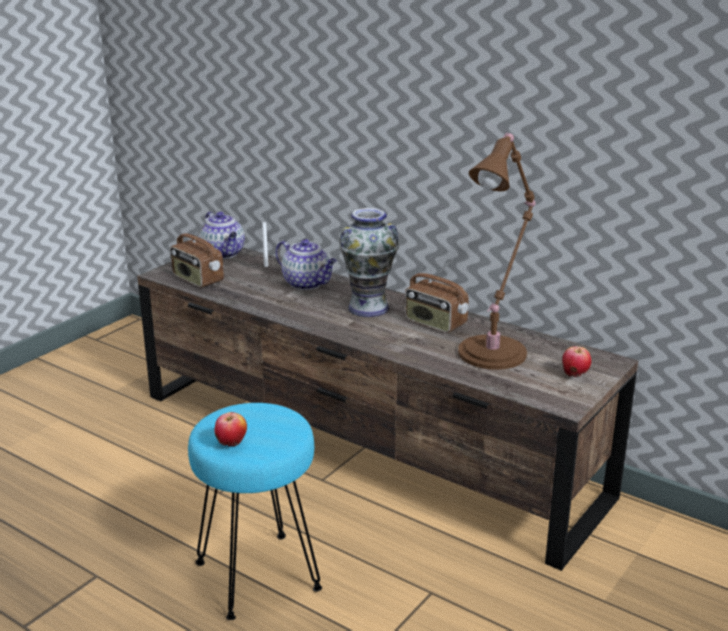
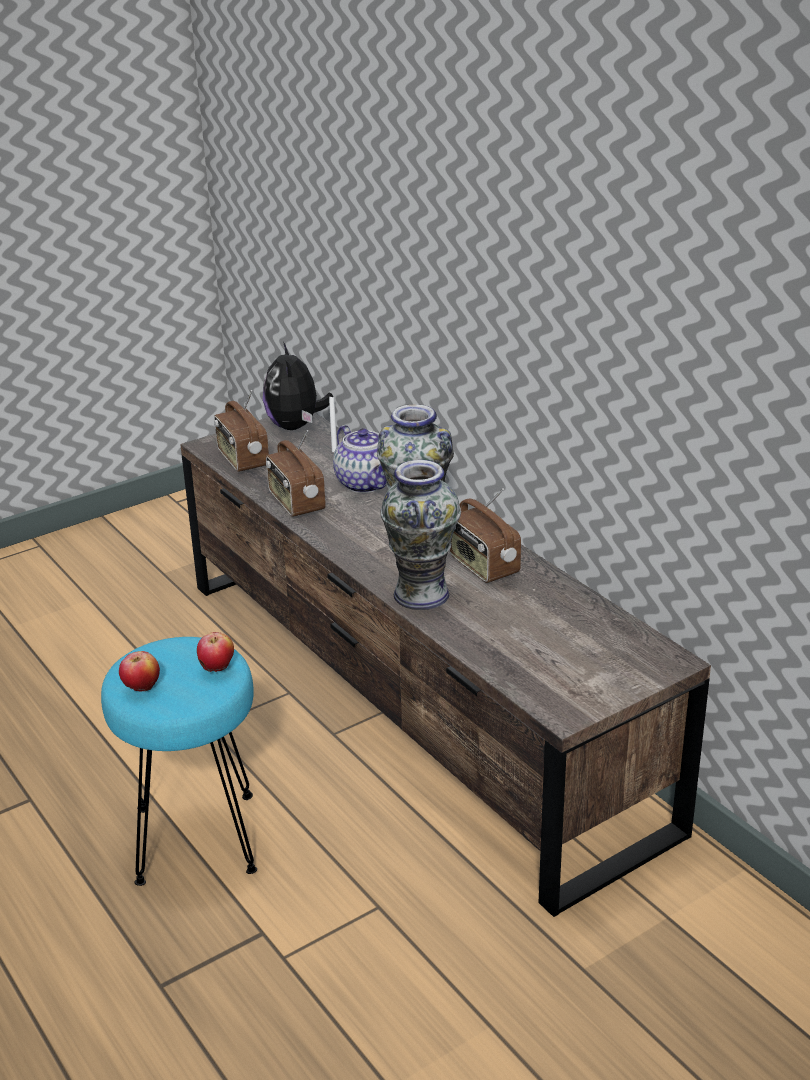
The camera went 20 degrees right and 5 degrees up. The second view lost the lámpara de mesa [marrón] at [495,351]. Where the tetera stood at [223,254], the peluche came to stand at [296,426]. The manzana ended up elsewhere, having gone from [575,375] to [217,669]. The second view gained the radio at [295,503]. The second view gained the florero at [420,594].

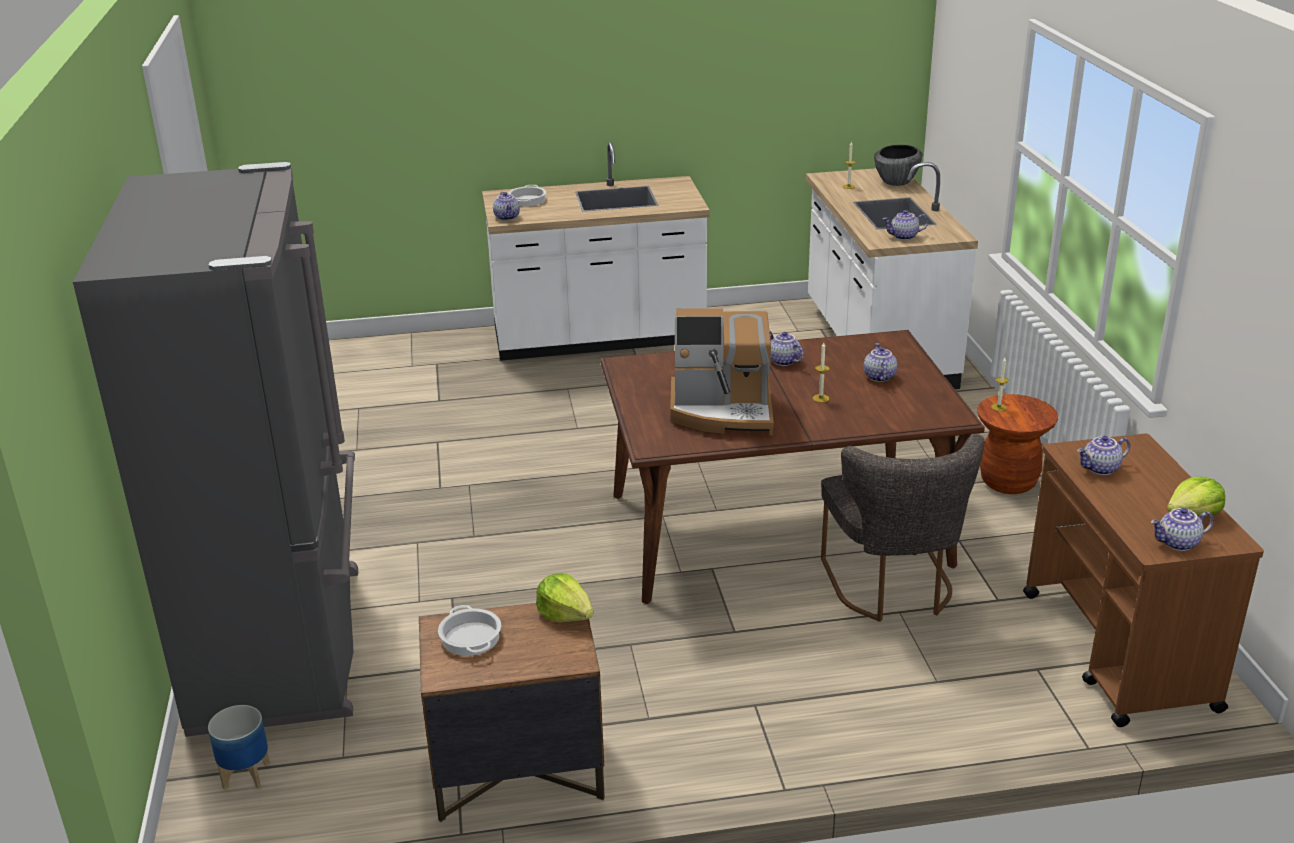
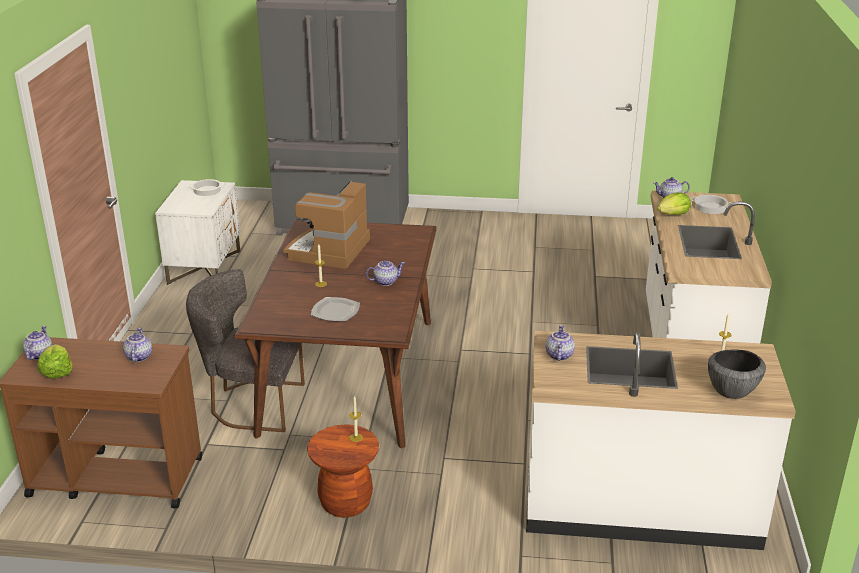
The camera went 105 degrees right and 0 degrees up. Where the tetera stood at [878,376], the plato came to stand at [335,311]. The lechuga ended up elsewhere, having gone from [565,614] to [673,214]. What was the mesita de noche [marrón] at [516,772] turned into the mesita de noche [blanco] at [204,268]. The second view lost the maceta at [246,775].

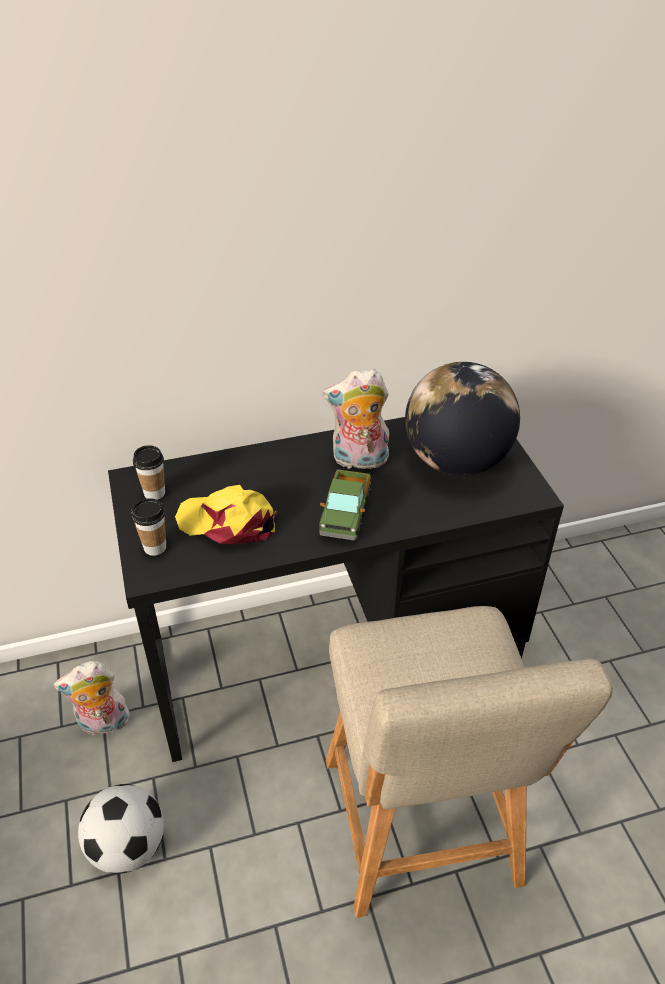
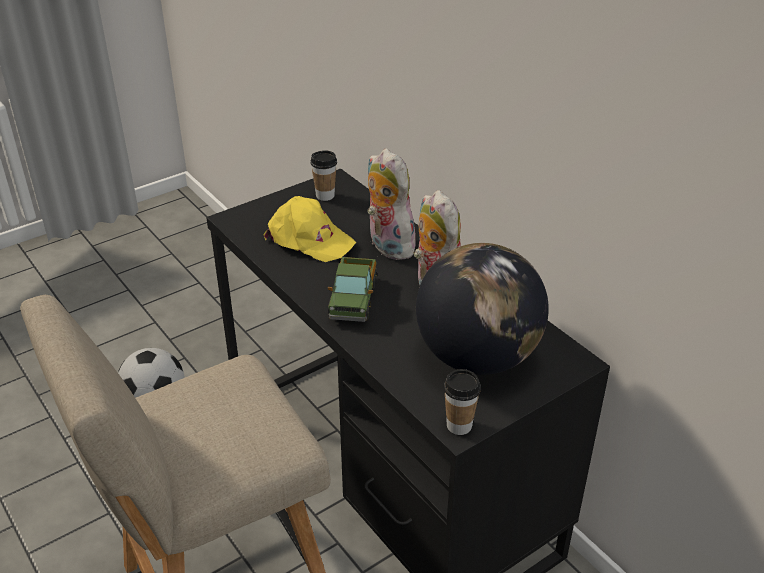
The camera went 70 degrees right and 5 degrees down. The camión de juguete at [345,514] ended up facing another way, 75 degrees counterclockwise from before. The gorra [amarillo] at [228,522] ended up facing another way, 120 degrees clockwise from before. The taza ended up elsewhere, having gone from [155,547] to [459,425]. The peluche ended up elsewhere, having gone from [103,724] to [387,246].

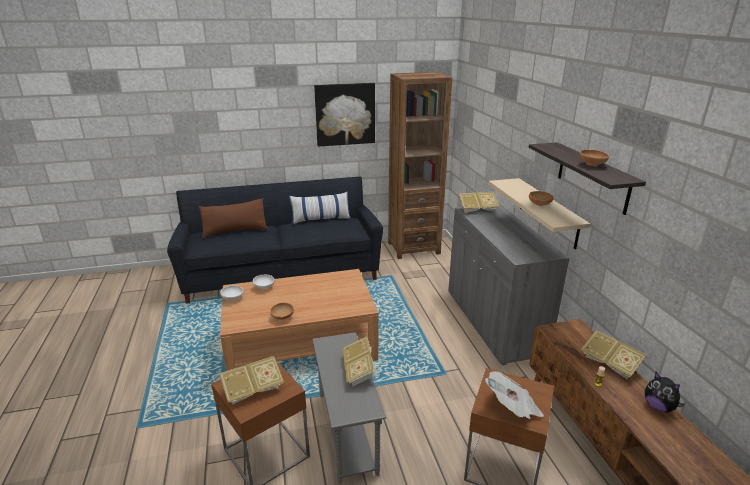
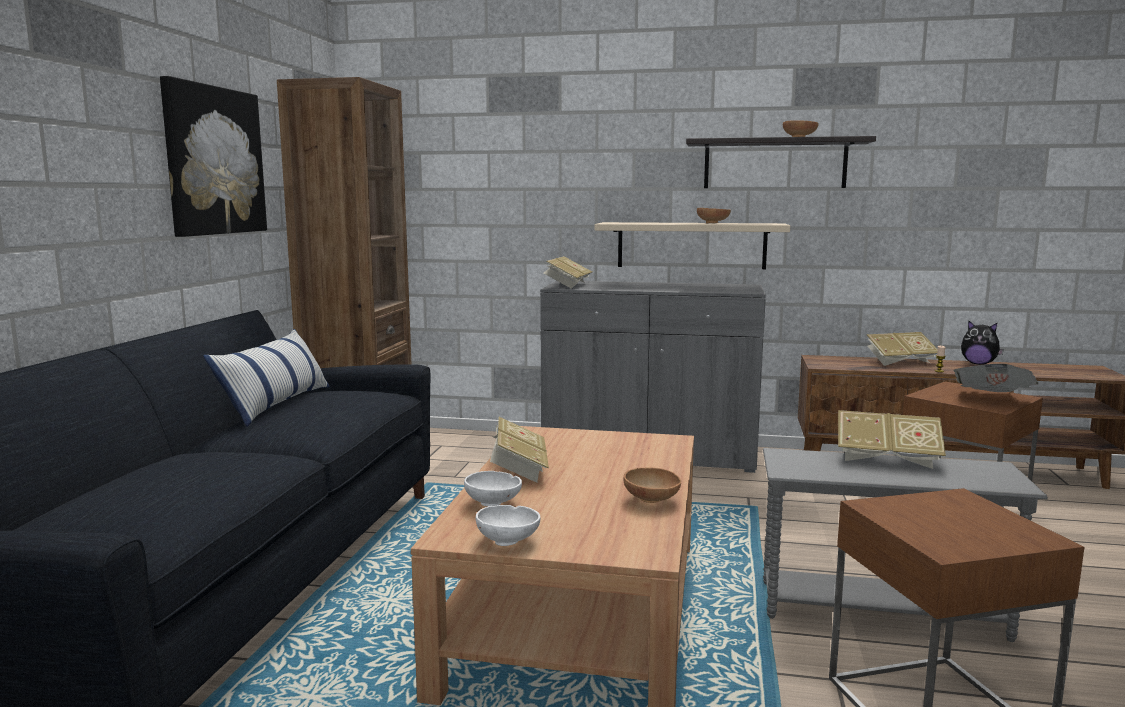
The camera went 65 degrees left and 15 degrees down. The second view lost the cojín [marrón] at [235,231]. The libro ended up elsewhere, having gone from [253,390] to [519,469]. The peluche at [659,407] ended up facing another way, 45 degrees clockwise from before.

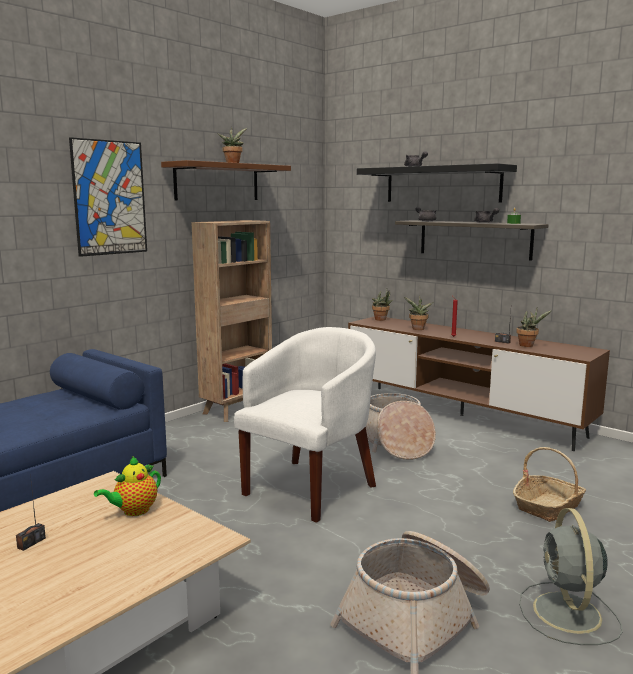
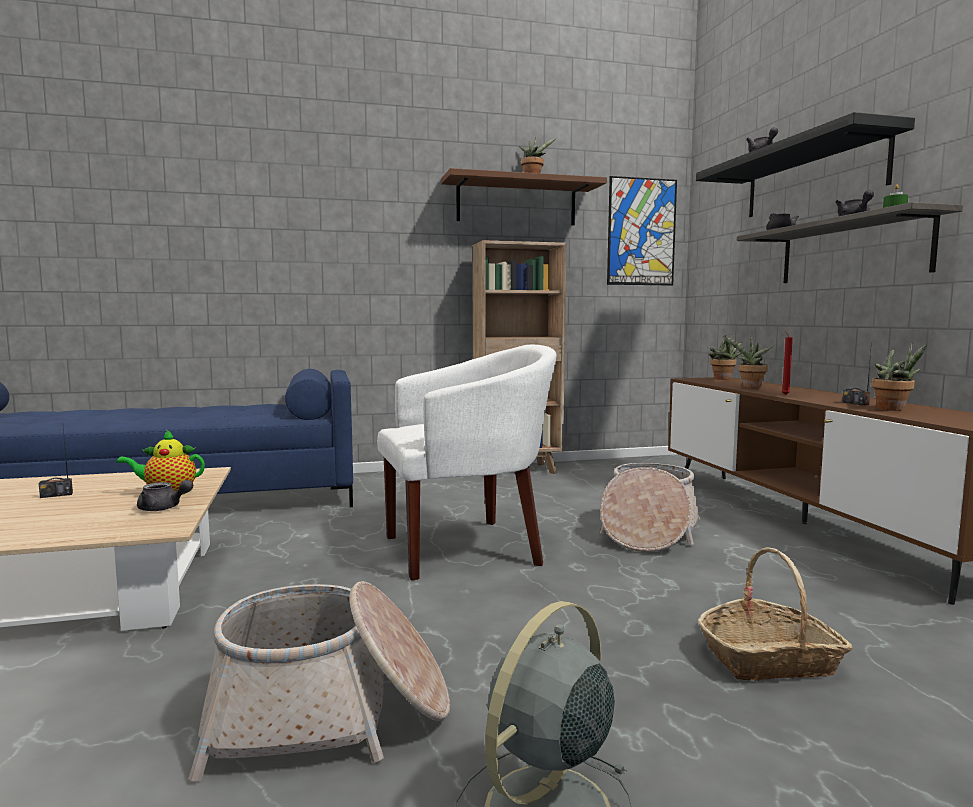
The camera went 35 degrees right and 5 degrees down. The cuadro ended up elsewhere, having gone from [110,198] to [641,232]. The second view gained the tetera [gris] at [163,508].

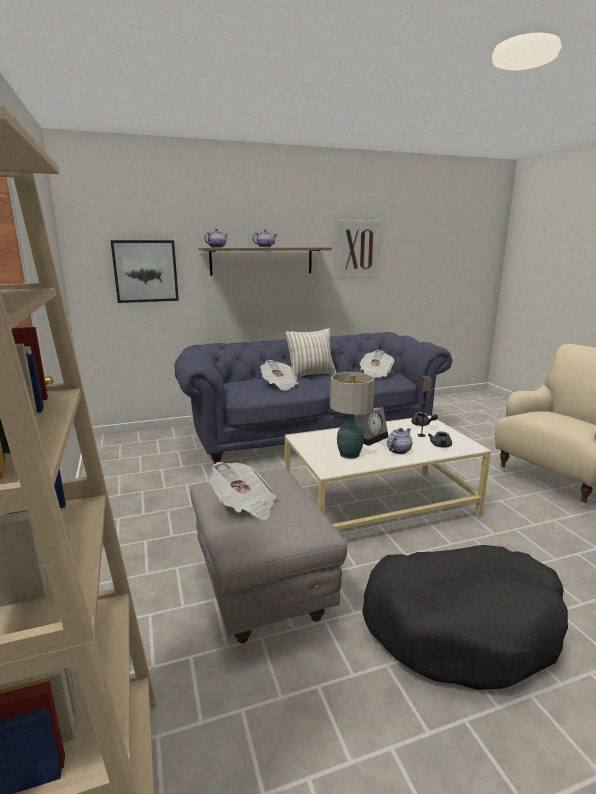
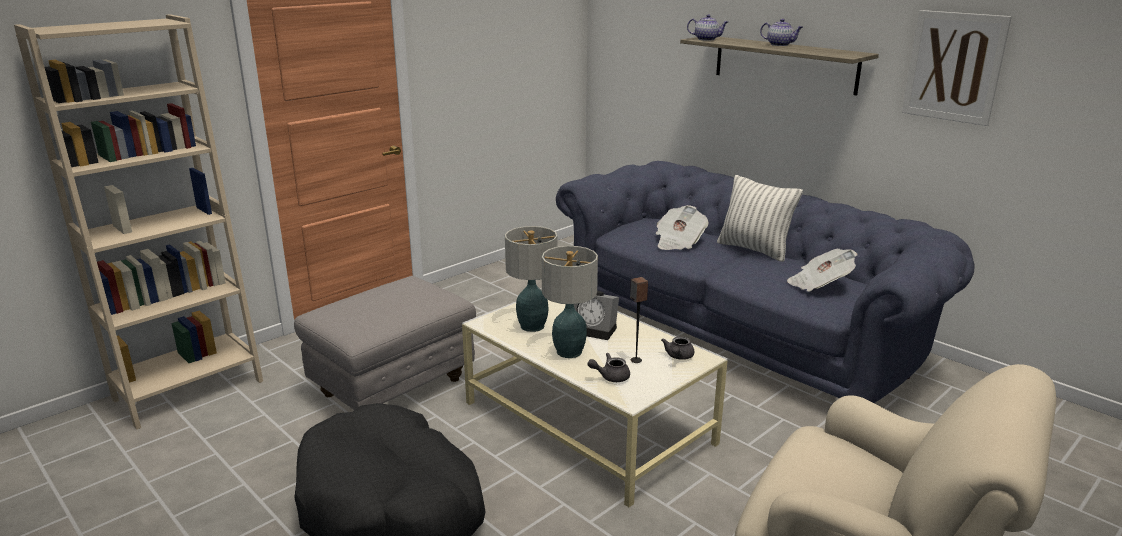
The camera went 65 degrees right and 5 degrees up. The second view lost the cuadro at [145,271]. Where the tetera stood at [399,450], the lámpara de mesa came to stand at [570,351]. The second view lost the periódico at [244,505].

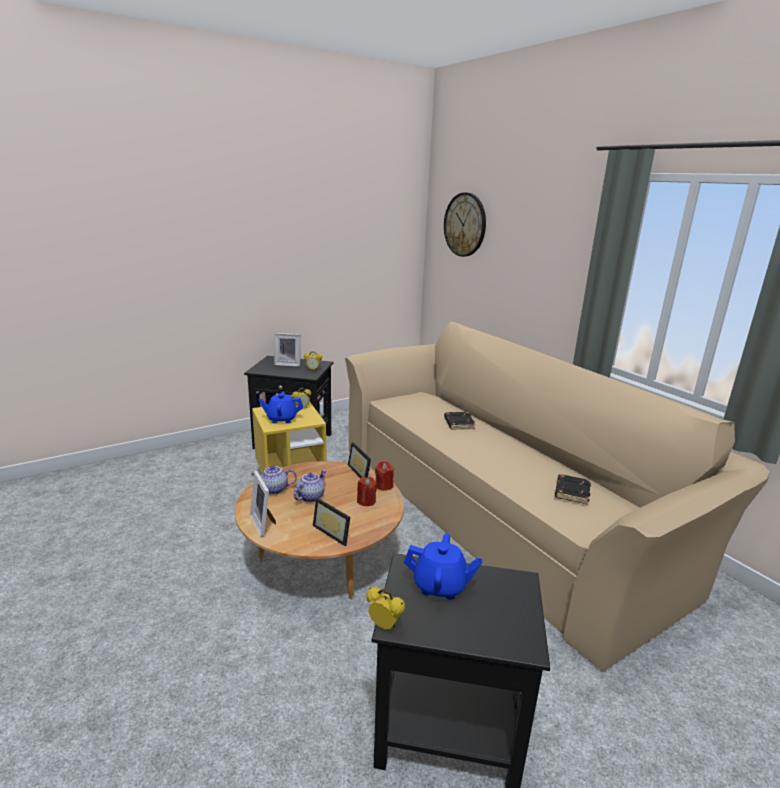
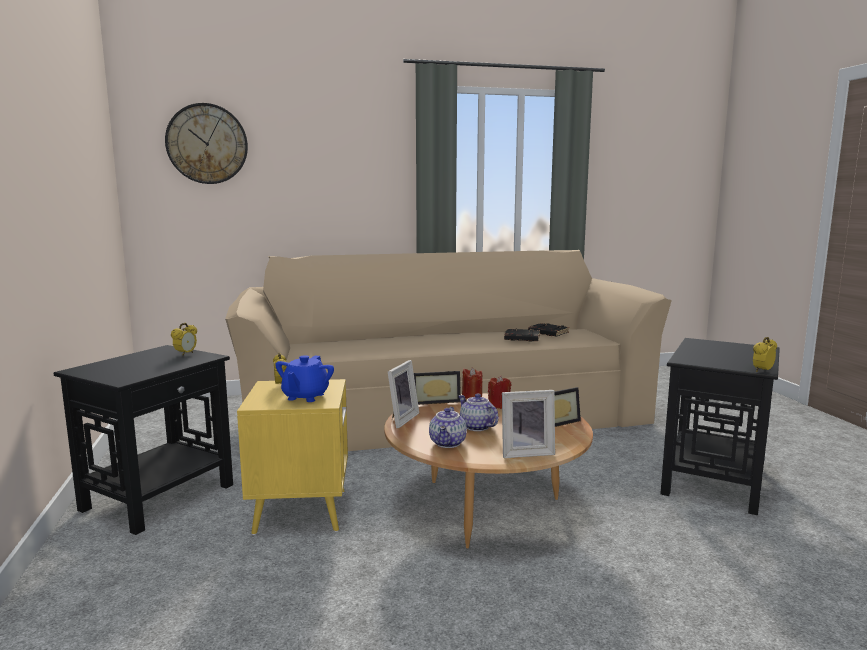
The camera went 70 degrees left and 10 degrees down. The portarretratos ended up elsewhere, having gone from [288,364] to [400,419]. The libro [negro] ended up elsewhere, having gone from [458,423] to [521,338]. The second view lost the tetera [azul] at [440,586].

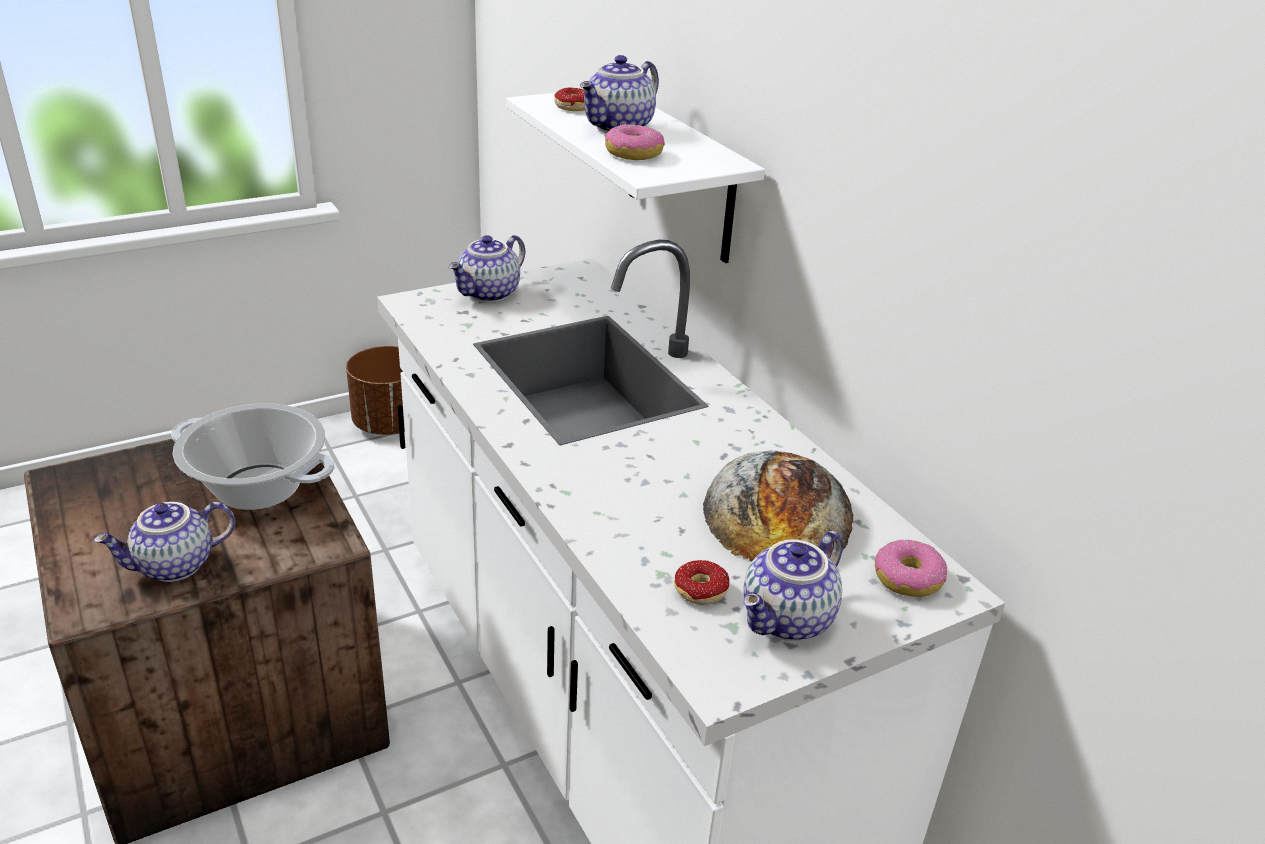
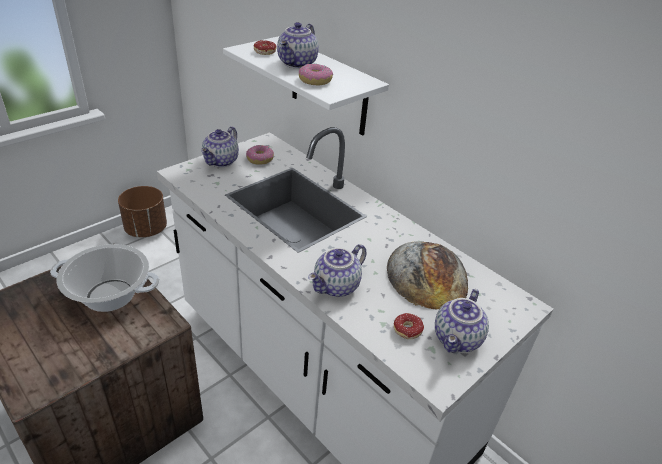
The camera went 15 degrees left and 5 degrees up. The tetera ended up elsewhere, having gone from [174,566] to [337,287]. The rosquilla ended up elsewhere, having gone from [907,578] to [260,159].

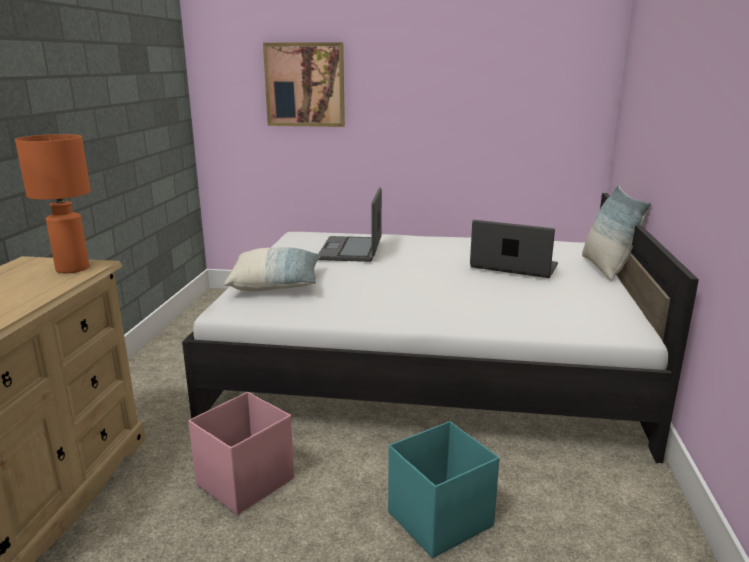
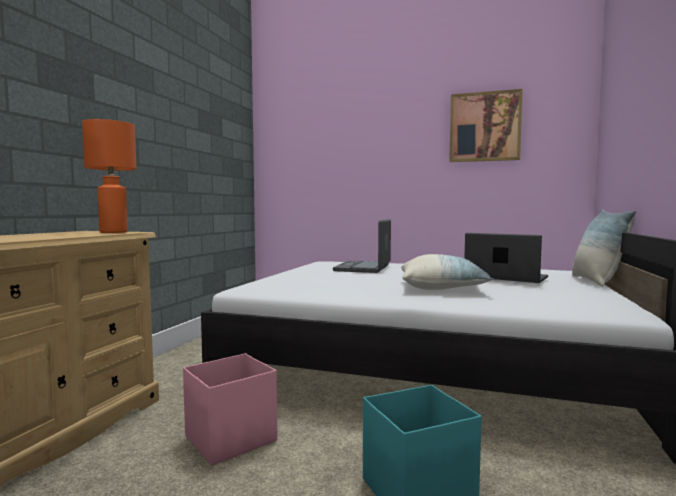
The camera went 10 degrees right and 15 degrees down. The cuadro ended up elsewhere, having gone from [305,85] to [484,127]. The cojín ended up elsewhere, having gone from [276,284] to [442,288].

